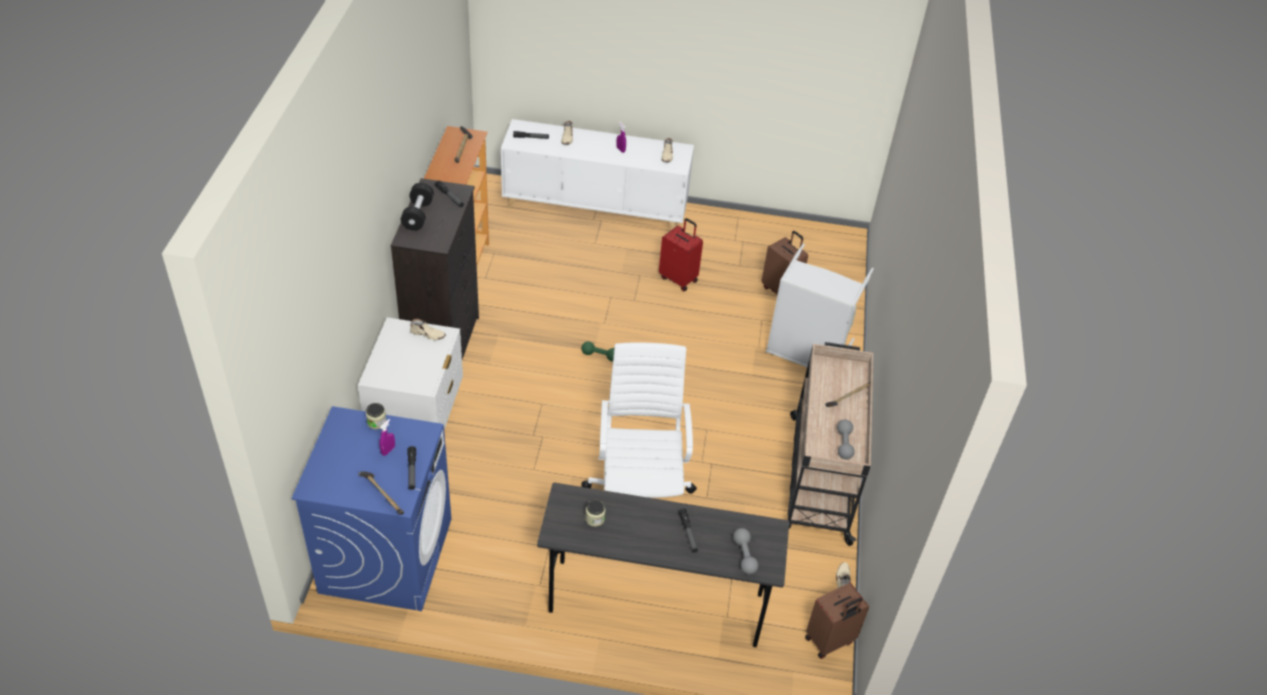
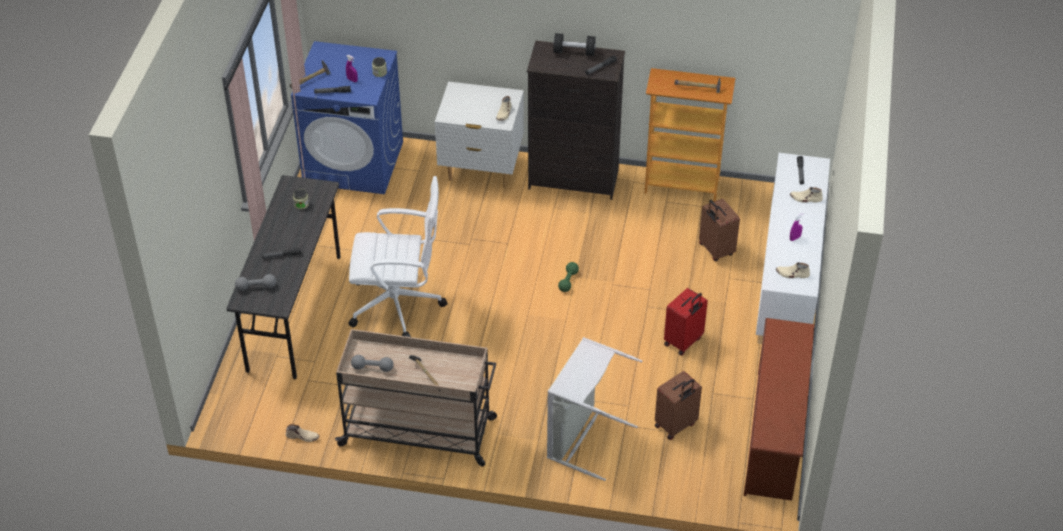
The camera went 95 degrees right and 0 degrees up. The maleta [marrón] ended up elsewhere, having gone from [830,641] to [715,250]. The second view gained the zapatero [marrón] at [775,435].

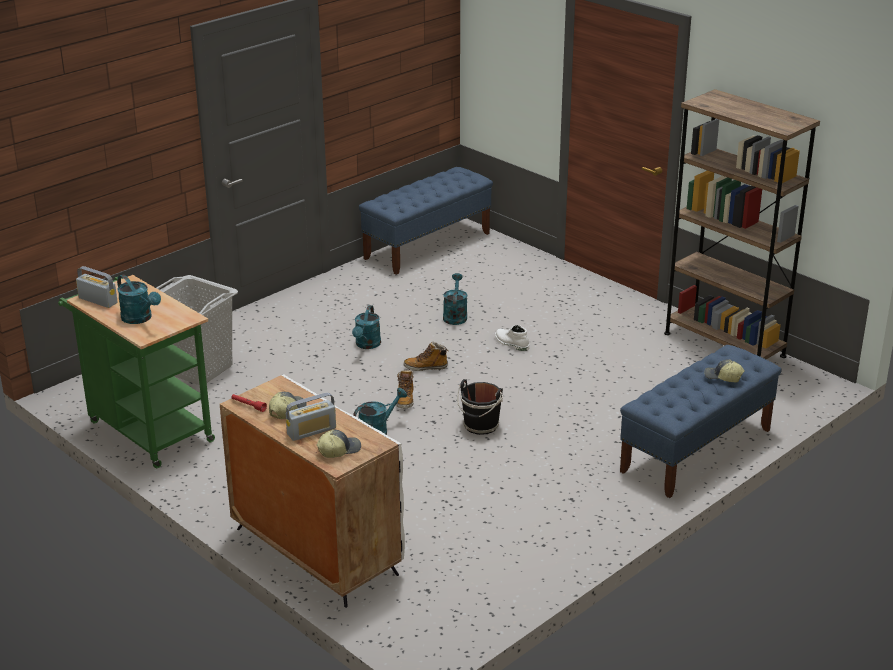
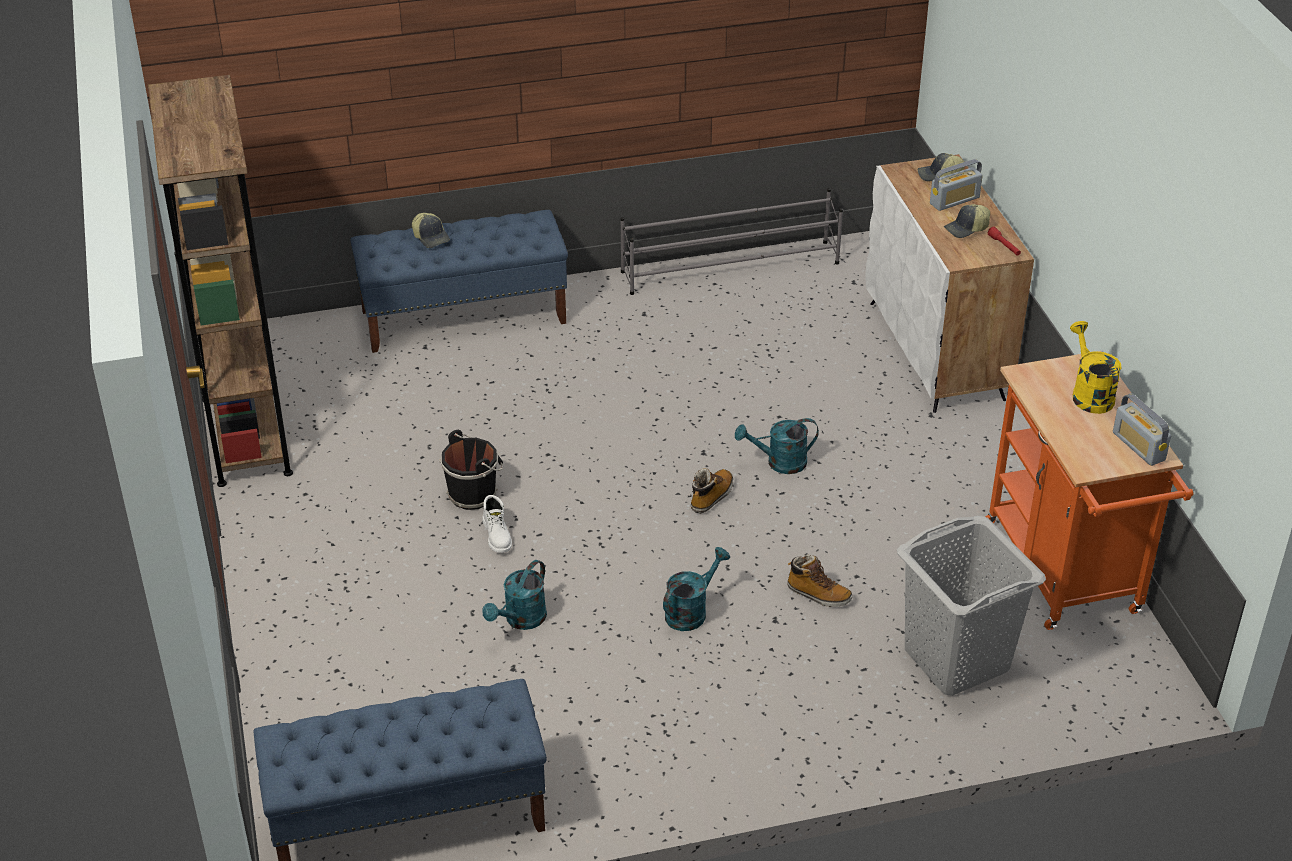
The camera went 150 degrees left and 10 degrees up. What was the regadera [turquesa] at [140,319] turned into the regadera [amarillo] at [1089,394]. What was the carrito [verde] at [145,429] turned into the carrito [naranja] at [1067,575]. The bota ended up elsewhere, having gone from [426,367] to [818,594]. The cubo [negro] ended up elsewhere, having gone from [480,426] to [474,493]. The radio at [311,431] ended up facing another way, 150 degrees clockwise from before. The second view gained the zapatero [gris] at [731,267].

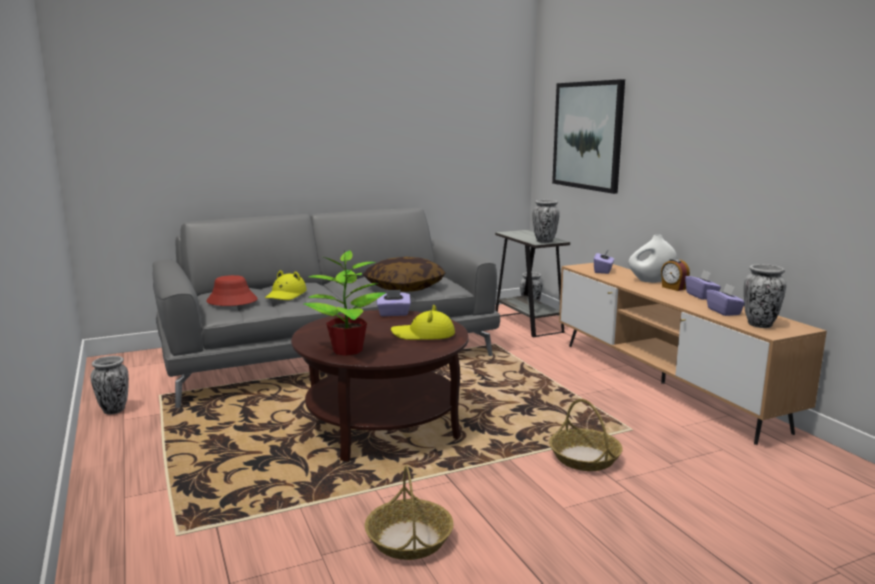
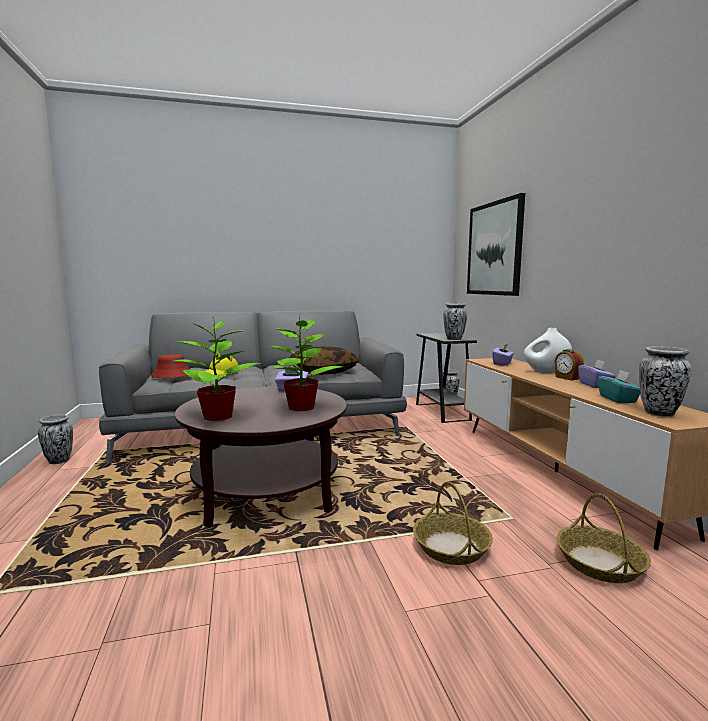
The camera went 10 degrees right and 5 degrees down. What was the caja de pañuelos [morado] at [724,311] turned into the caja de pañuelos [turquesa] at [618,399]. Where the sombrero [amarillo] stood at [423,335], the planta en maceta came to stand at [302,407]. The cesta ended up elsewhere, having gone from [409,539] to [600,563].

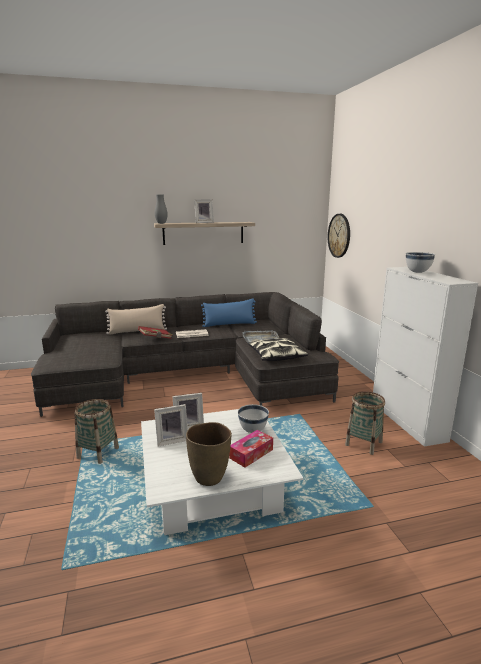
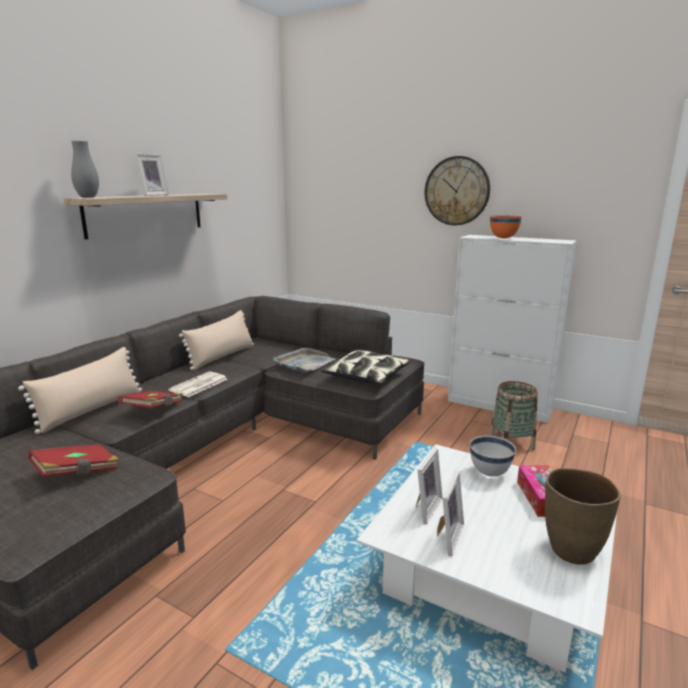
The camera went 45 degrees left and 0 degrees up. The reloj de pared ended up elsewhere, having gone from [339,235] to [456,191]. What was the cuenco [blanco] at [417,272] turned into the cuenco [naranja] at [503,238]. What was the cojín [azul] at [229,324] turned into the cojín [beis] at [222,356]. The second view lost the cesta at [98,453]. The second view gained the libro [rojo] at [77,473].

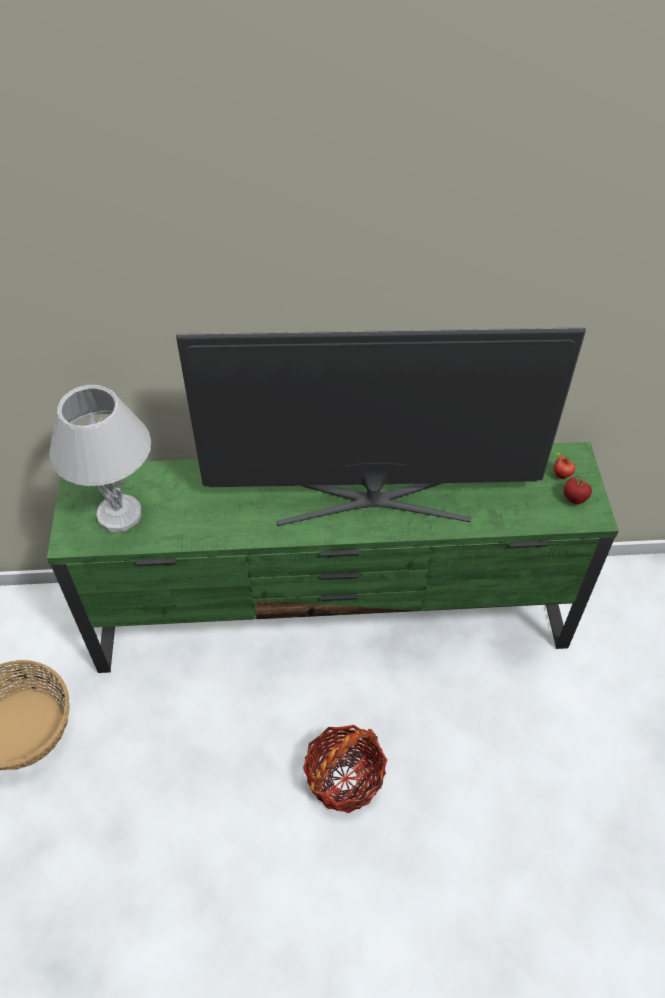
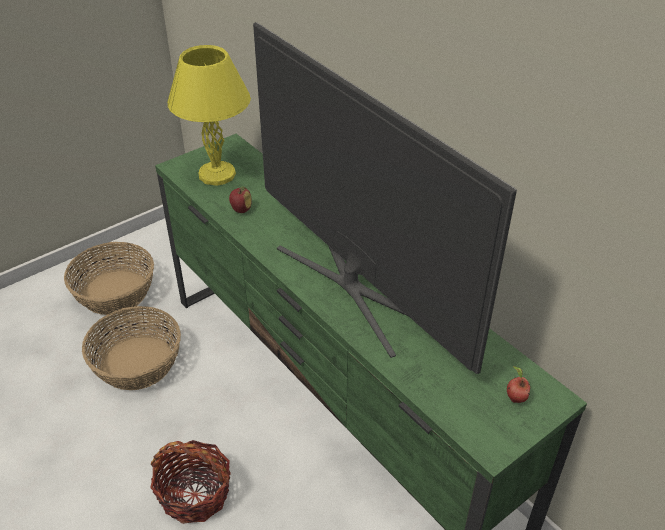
The camera went 55 degrees right and 10 degrees down. What was the lámpara de mesa [blanco] at [121,513] turned into the lámpara de mesa [amarillo] at [218,175]. The manzana ended up elsewhere, having gone from [573,499] to [241,210]. The second view gained the cesta at [138,362].

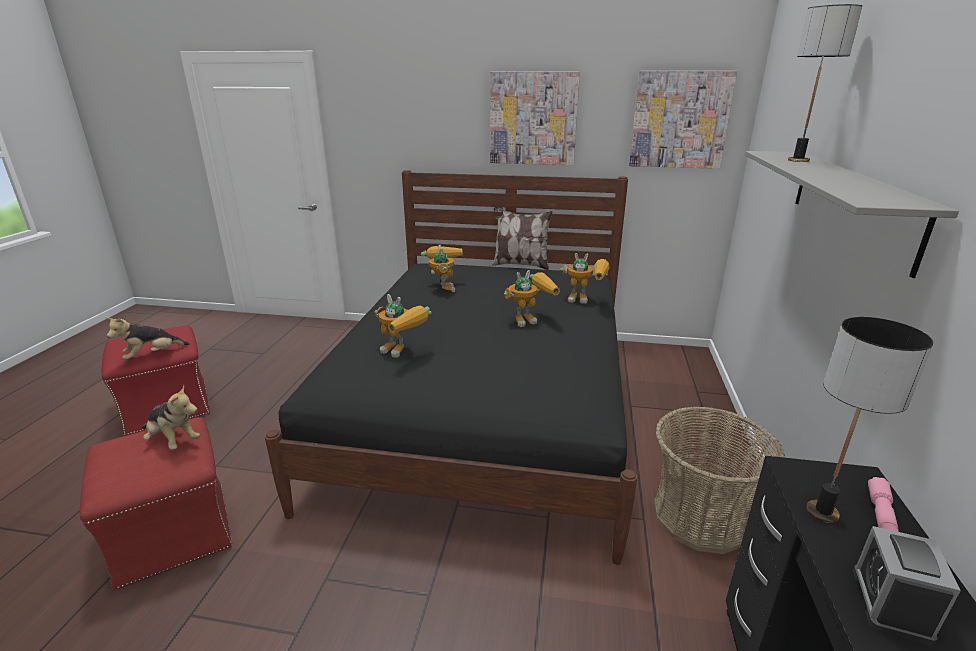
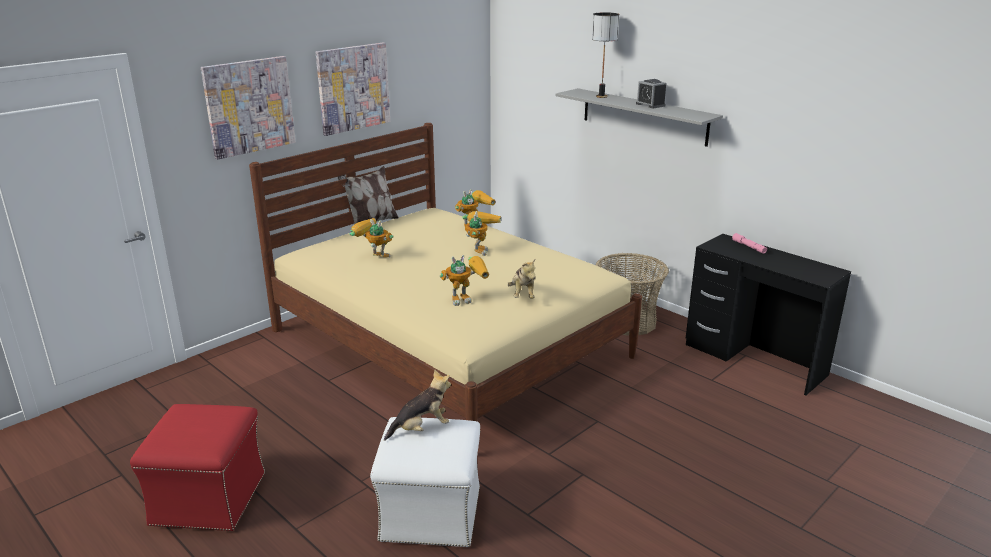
The camera went 55 degrees left and 0 degrees up. The cuadro ended up elsewhere, having gone from [679,120] to [249,106]. What was the cama [negro] at [485,410] turned into the cama [beis] at [449,343]. The second view lost the lámpara de mesa at [821,513]. The peluche ended up elsewhere, having gone from [152,355] to [522,295]. What was the puf [rojo] at [173,532] turned into the puf [blanco] at [429,513]. The despertador ended up elsewhere, having gone from [891,604] to [650,105].

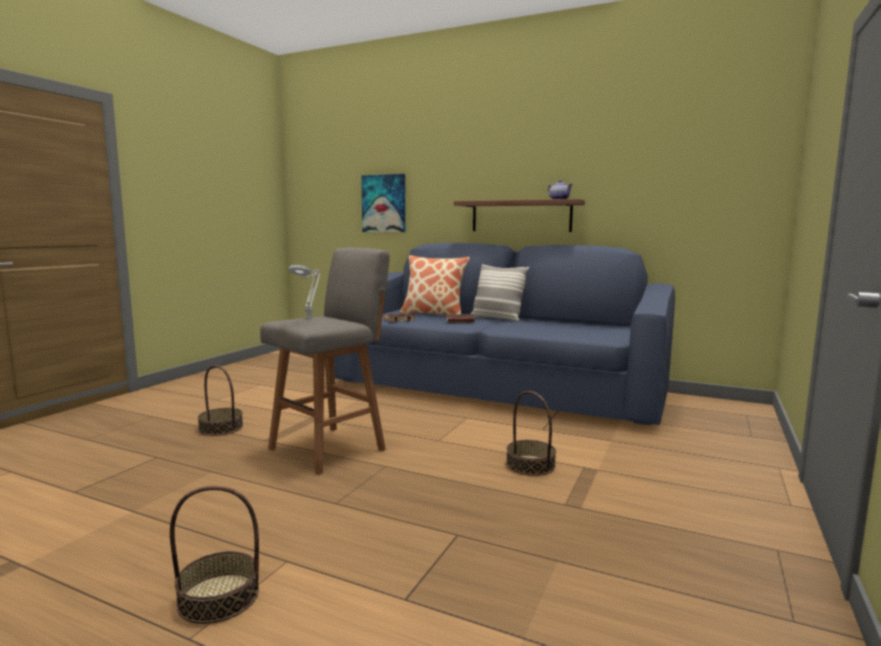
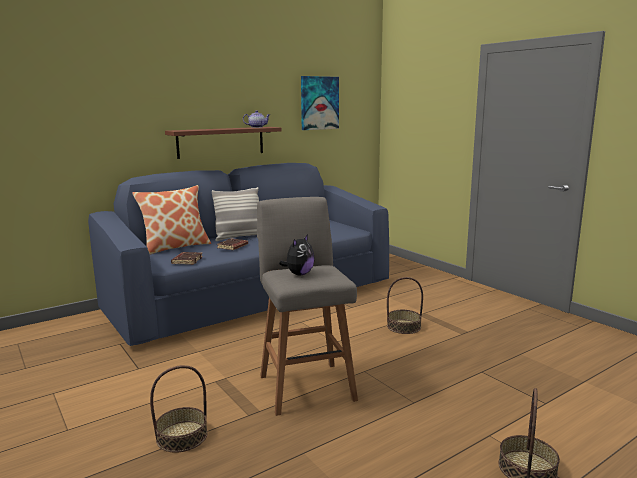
The camera went 60 degrees left and 5 degrees up. The cuadro ended up elsewhere, having gone from [384,203] to [319,103]. Where the lámpara de mesa [gris] stood at [309,318], the peluche came to stand at [299,274].

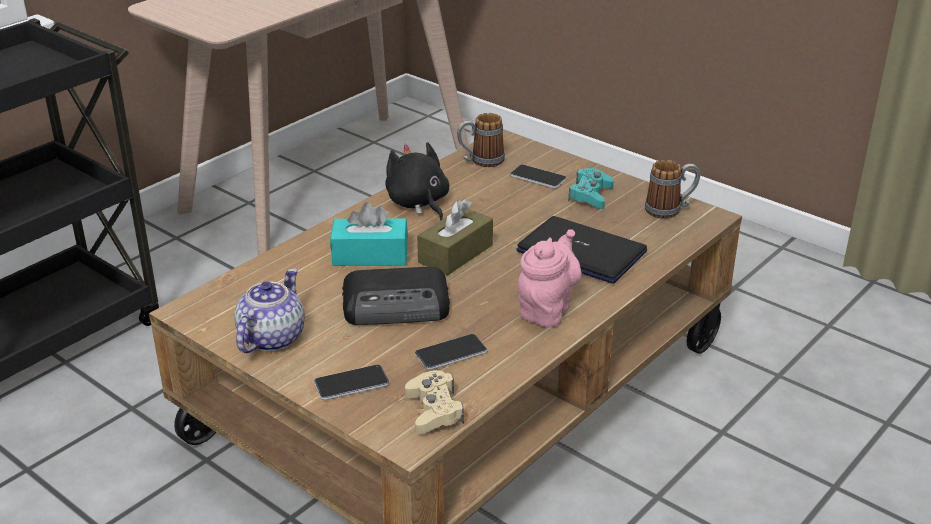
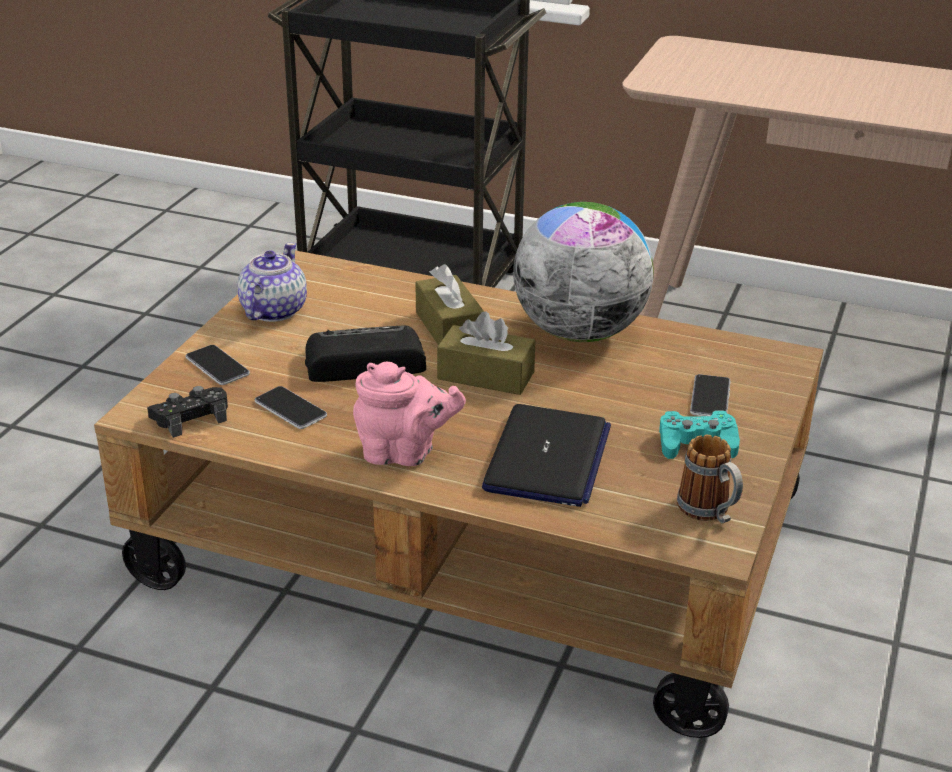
The camera went 70 degrees right and 0 degrees up. The second view lost the taza grande at [480,161]. Where the peluche [negro] stood at [418,203], the globo terráqueo came to stand at [579,332]. What was the caja de pañuelos [turquesa] at [370,255] turned into the caja de pañuelos [marrón] at [449,328]. The radio at [398,305] ended up facing another way, 105 degrees clockwise from before. The tetera at [270,338] ended up facing another way, 75 degrees counterclockwise from before. What was the mando de consola [beis] at [434,410] turned into the mando de consola [negro] at [190,418].

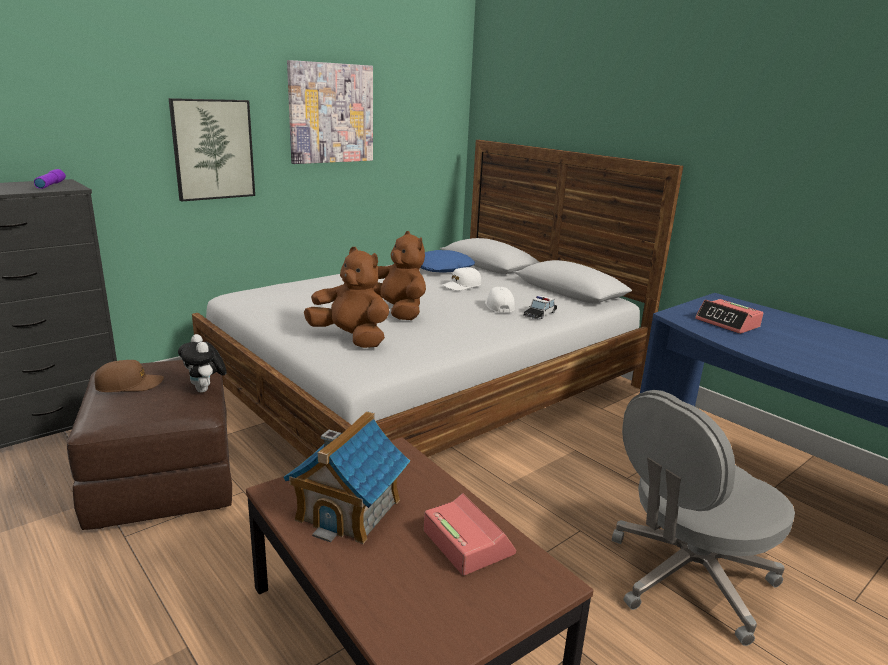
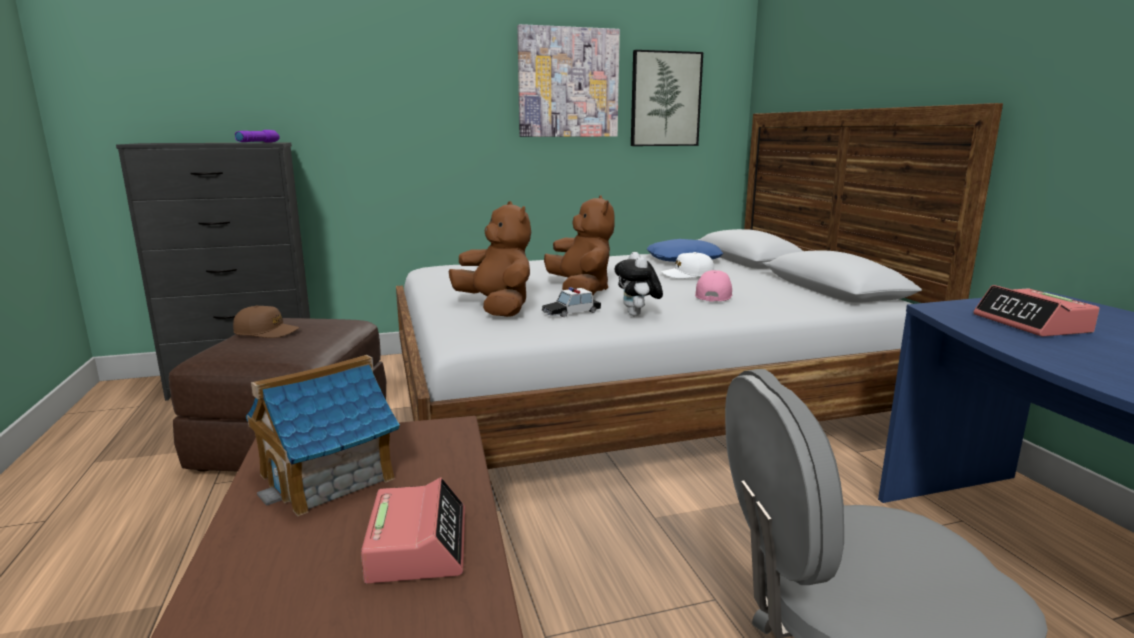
The camera went 25 degrees right and 5 degrees down. The cuadro ended up elsewhere, having gone from [213,149] to [665,99]. What was the gorra [blanco] at [499,306] turned into the gorra [rosa] at [713,295]. The coche de juguete ended up elsewhere, having gone from [540,314] to [571,312]. The peluche ended up elsewhere, having gone from [205,390] to [637,315].

